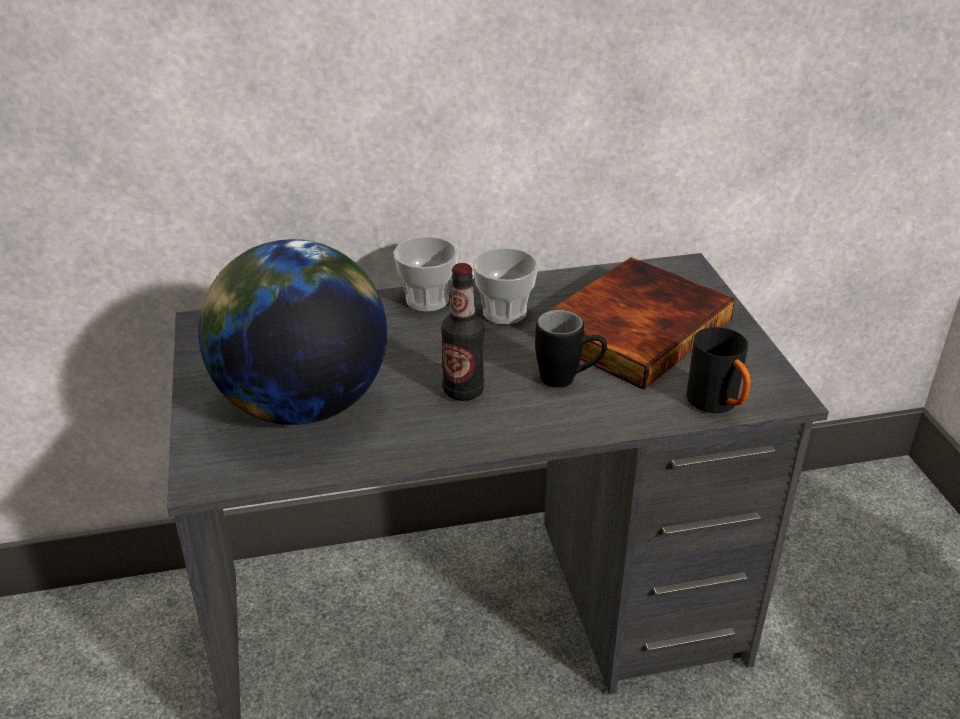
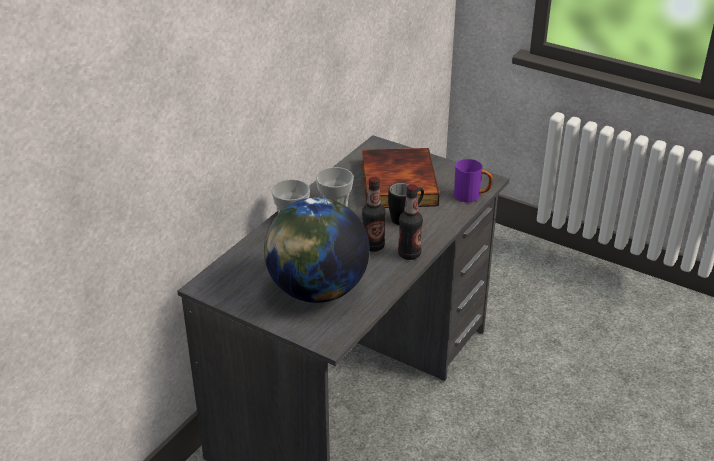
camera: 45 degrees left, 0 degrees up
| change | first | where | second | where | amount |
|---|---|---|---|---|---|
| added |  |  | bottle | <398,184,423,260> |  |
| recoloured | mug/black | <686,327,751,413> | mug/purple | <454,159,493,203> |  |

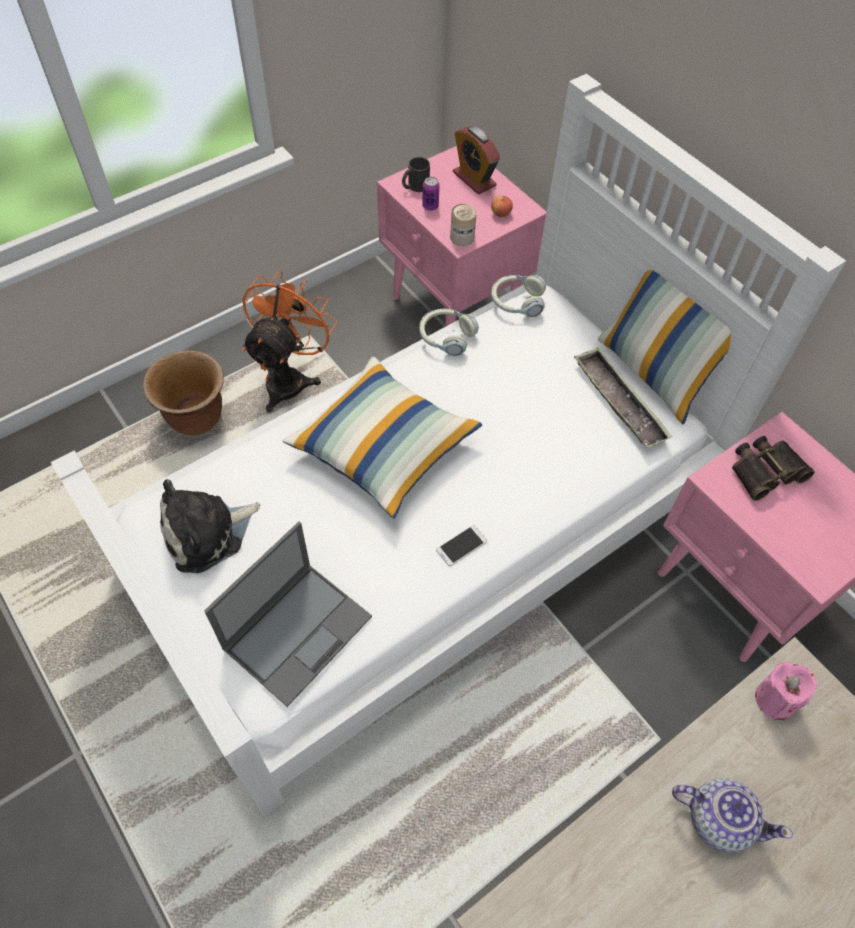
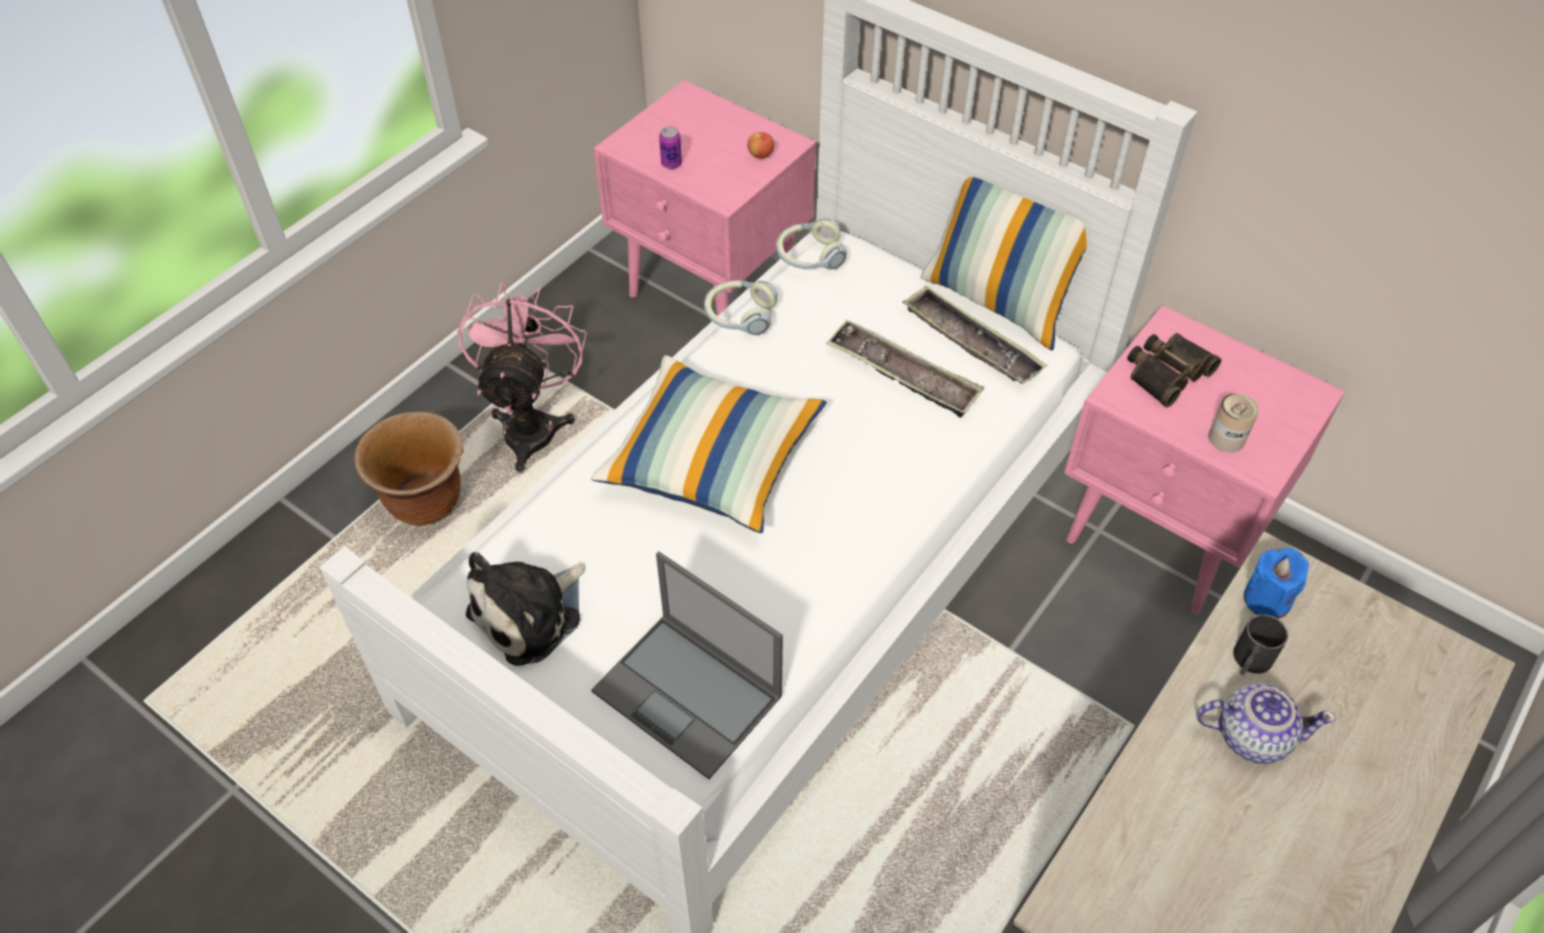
camera: 15 degrees left, 5 degrees down
| change | first | where | second | where | amount |
|---|---|---|---|---|---|
| recoloured | fan/orange | <242,270,337,413> | fan/pink | <457,282,587,472> |  |
| turned | laptop | <204,521,372,707> |  | <591,551,783,779> | 105 degrees clockwise |
| added |  |  | tray | <826,319,984,418> |  |
| moved | can | <450,204,477,246> |  | <1208,393,1259,453> |  |
| moved | mug/black | <402,157,430,192> |  | <1233,614,1288,675> |  |
| recoloured | candle/pink | <755,662,817,721> | candle/blue | <1244,548,1309,619> |  |
| removed | phone | <436,525,487,566> |  |  |  |
| removed | alarm clock | <453,126,500,195> |  |  |  |

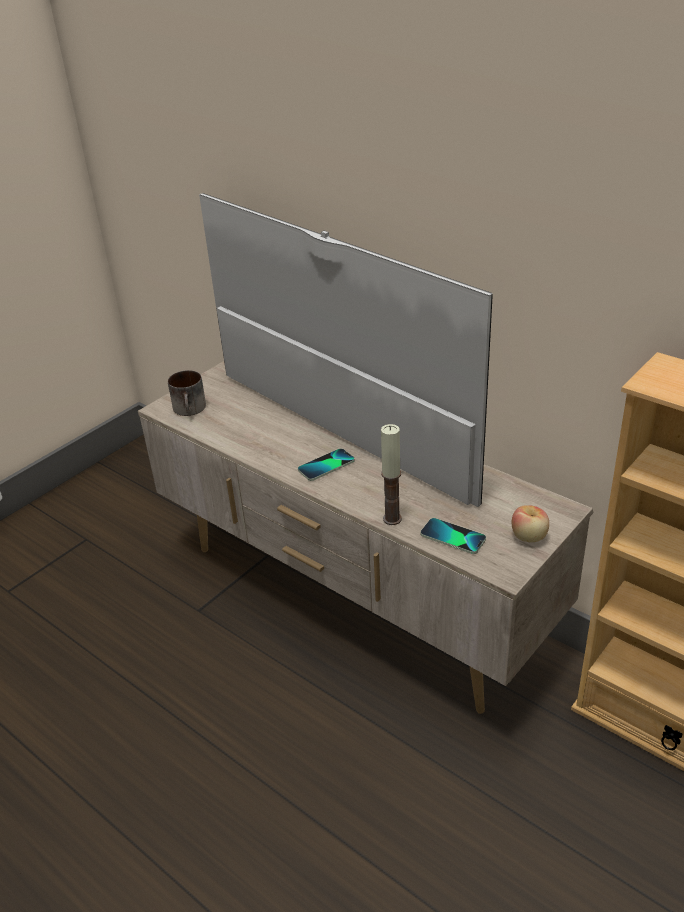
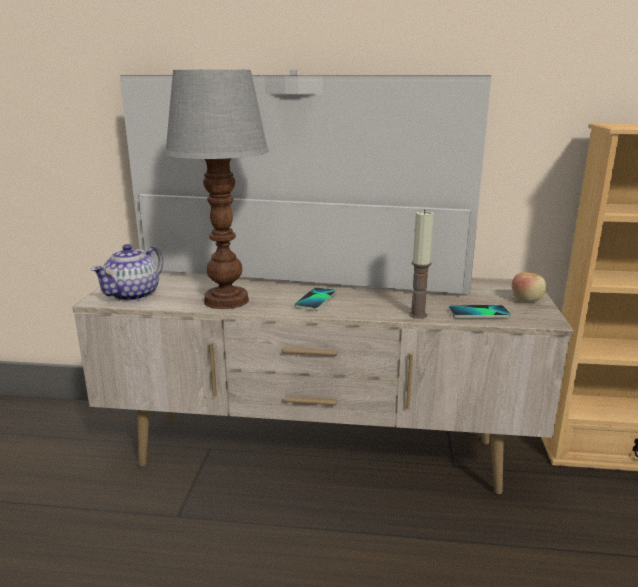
camera: 35 degrees left, 15 degrees down
| change | first | where | second | where | amount |
|---|---|---|---|---|---|
| replaced | mug | <168,370,206,416> | teapot | <91,244,164,302> |  |
| added |  |  | table lamp | <164,69,269,309> |  |

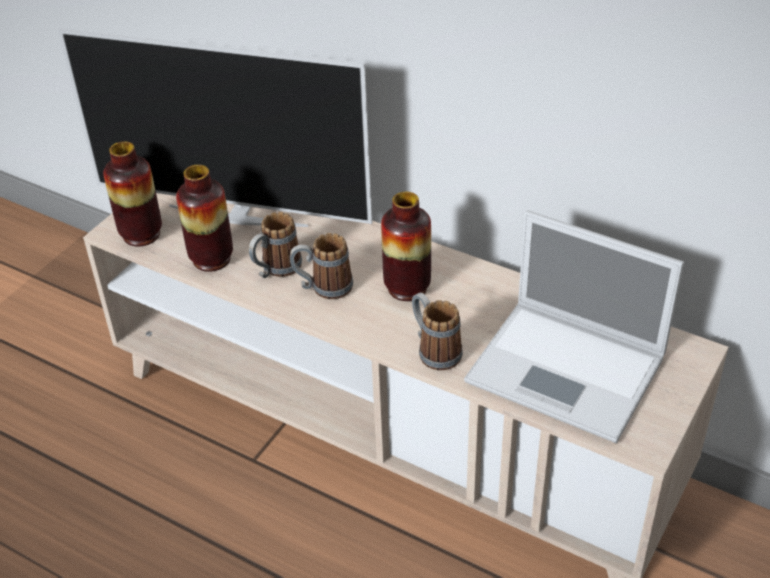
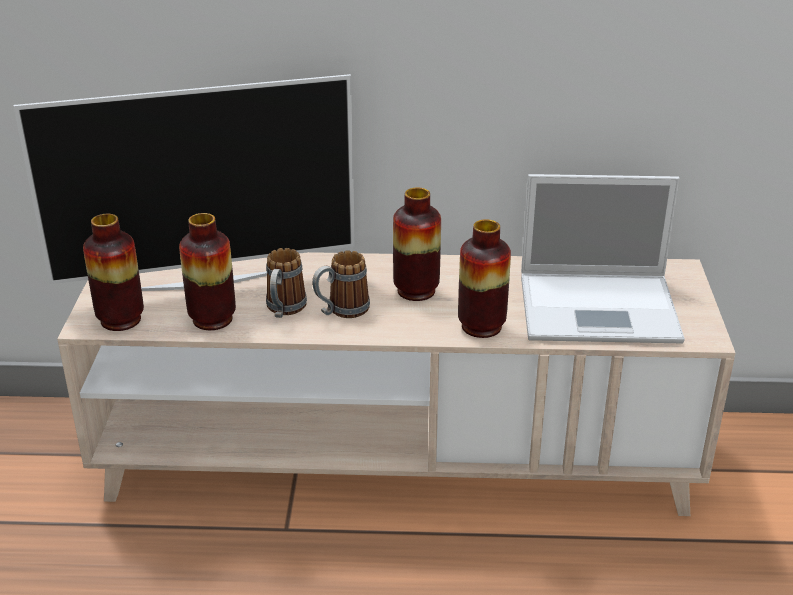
camera: 30 degrees left, 10 degrees down
| change | first | where | second | where | amount |
|---|---|---|---|---|---|
| replaced | mug | <412,292,463,370> | vase | <458,219,511,338> |  |

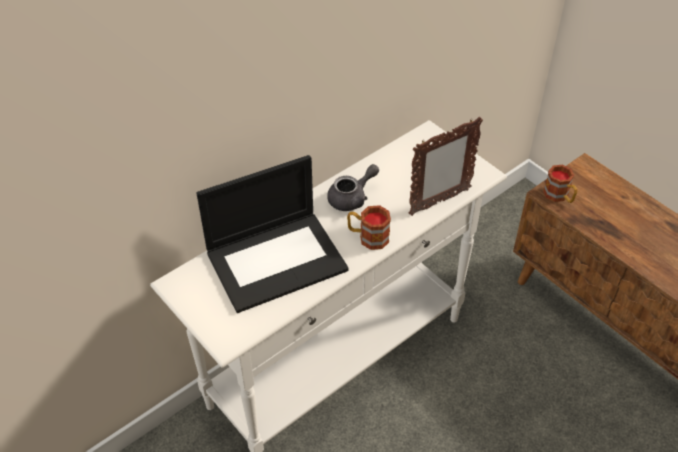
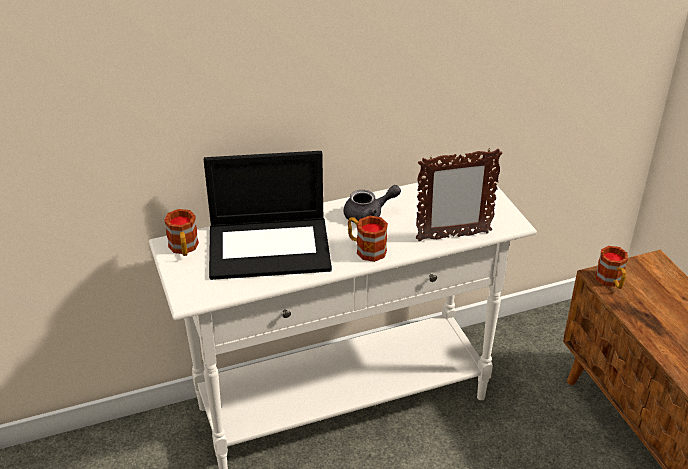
camera: 20 degrees right, 10 degrees down
| change | first | where | second | where | amount |
|---|---|---|---|---|---|
| added |  |  | mug | <164,209,199,256> |  |

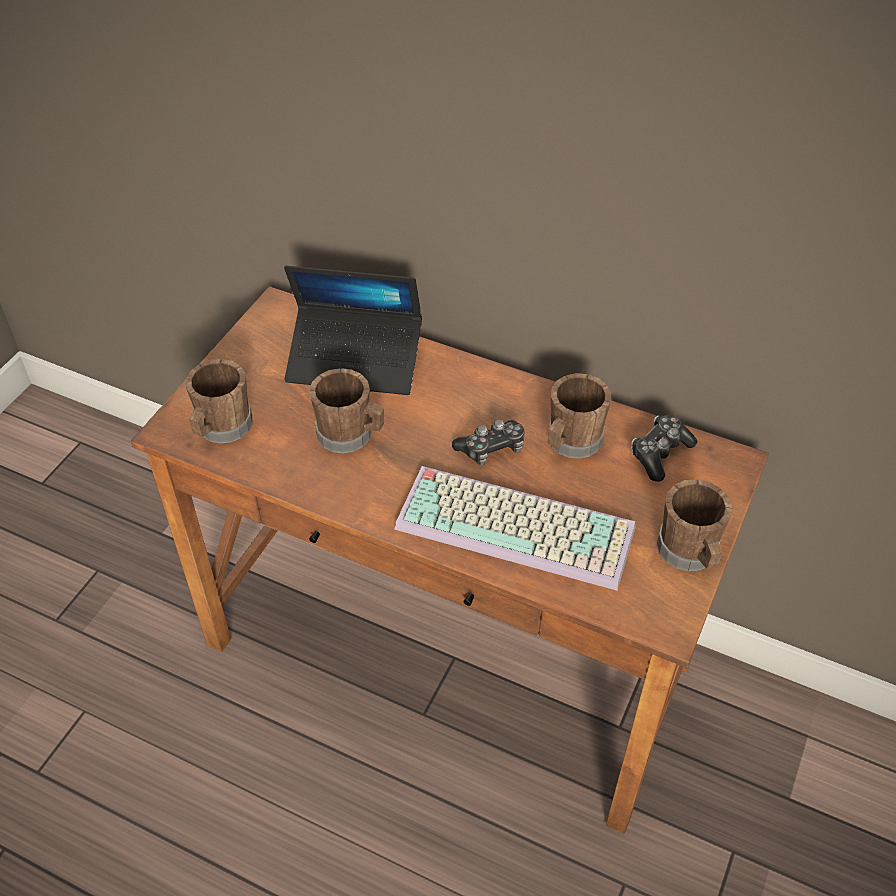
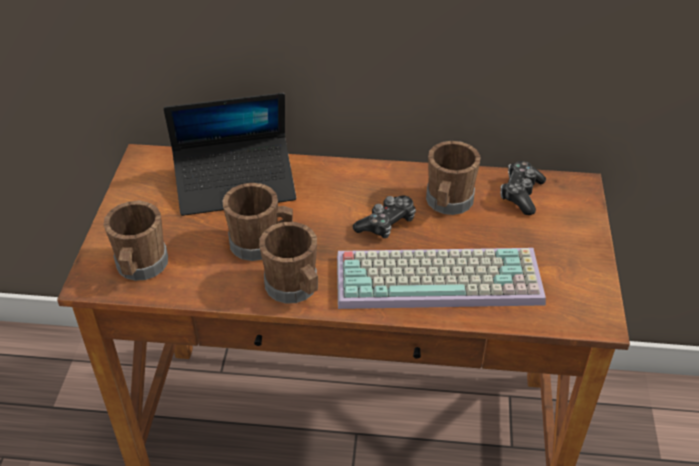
camera: 20 degrees left, 5 degrees down
| change | first | where | second | where | amount |
|---|---|---|---|---|---|
| moved | mug/brown | <657,479,732,571> |  | <259,222,318,303> |  |

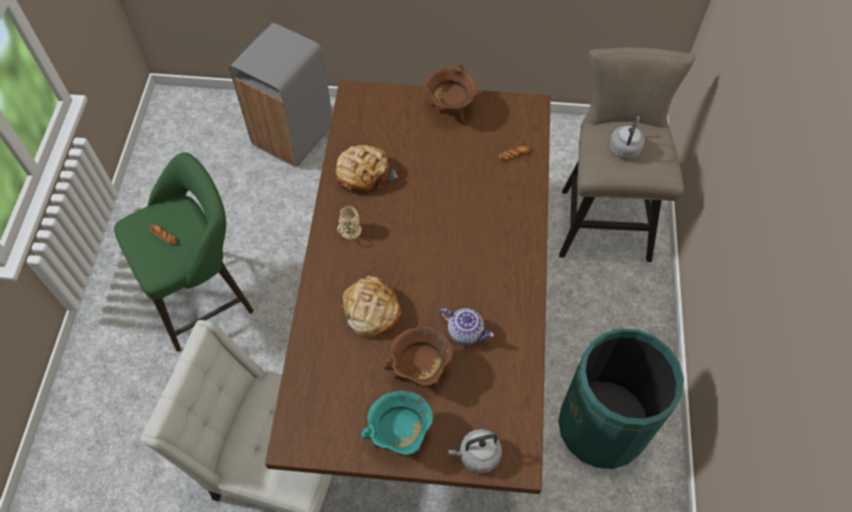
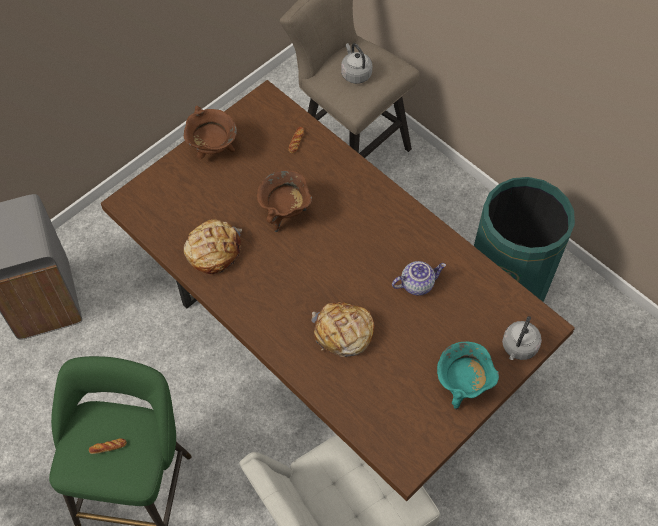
camera: 50 degrees left, 0 degrees up
| change | first | where | second | where | amount |
|---|---|---|---|---|---|
| moved | cooking pot/brown | <383,327,453,386> |  | <257,170,312,232> |  |
| removed | mug/beige | <337,206,362,239> |  |  |  |

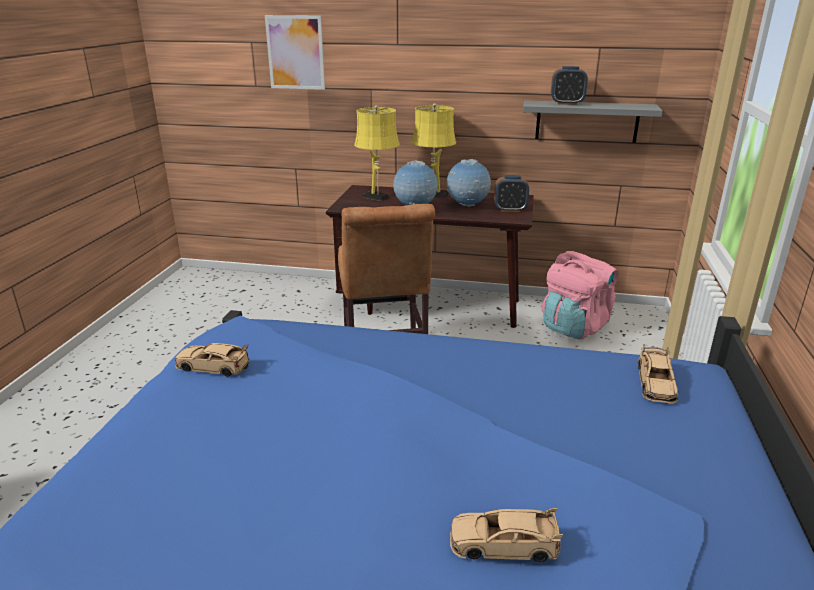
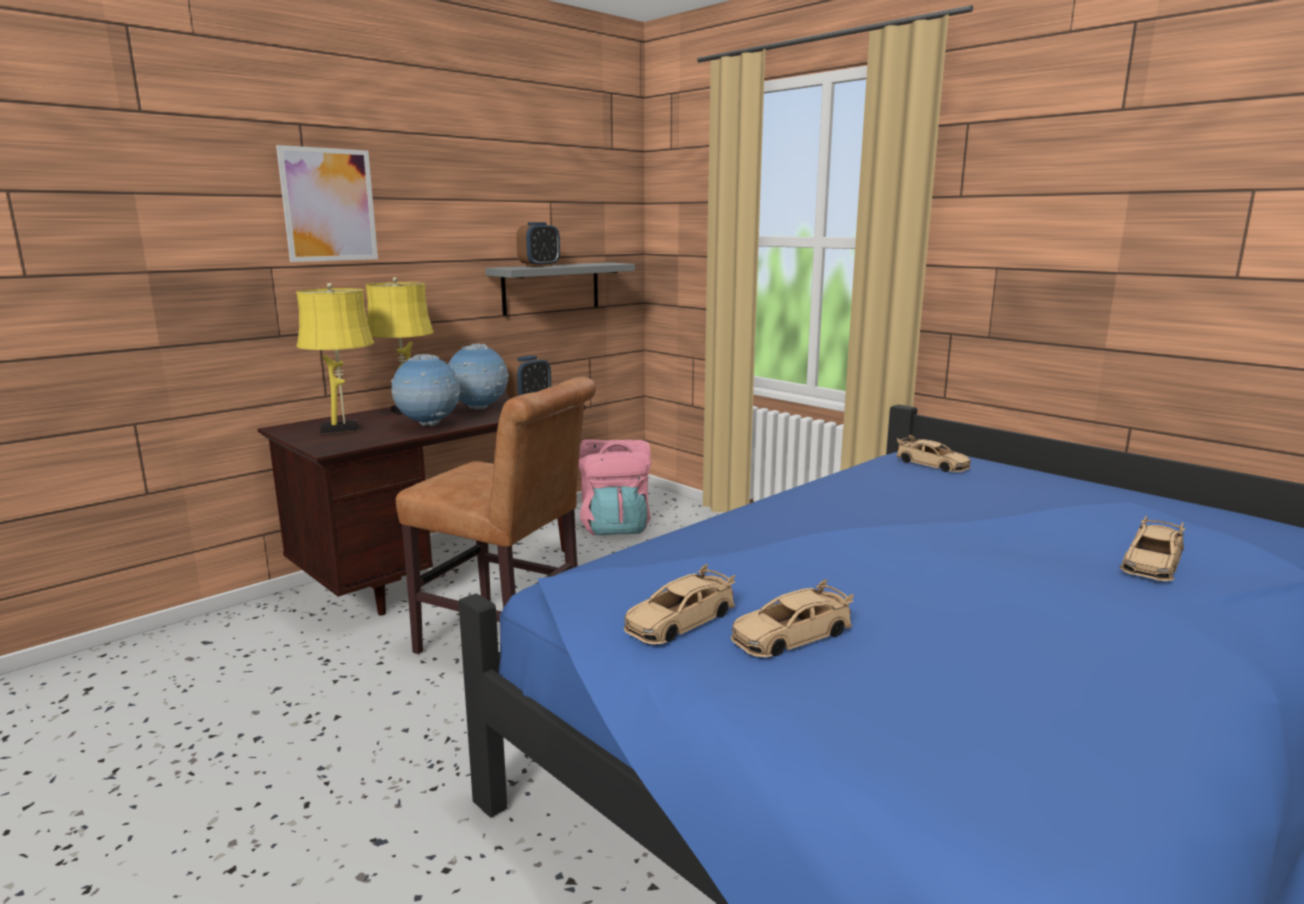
camera: 55 degrees left, 10 degrees down
| change | first | where | second | where | amount |
|---|---|---|---|---|---|
| moved | picture | <265,15,325,90> |  | <276,145,378,262> |  |
| added |  |  | toy car/beige | <730,579,854,657> |  |

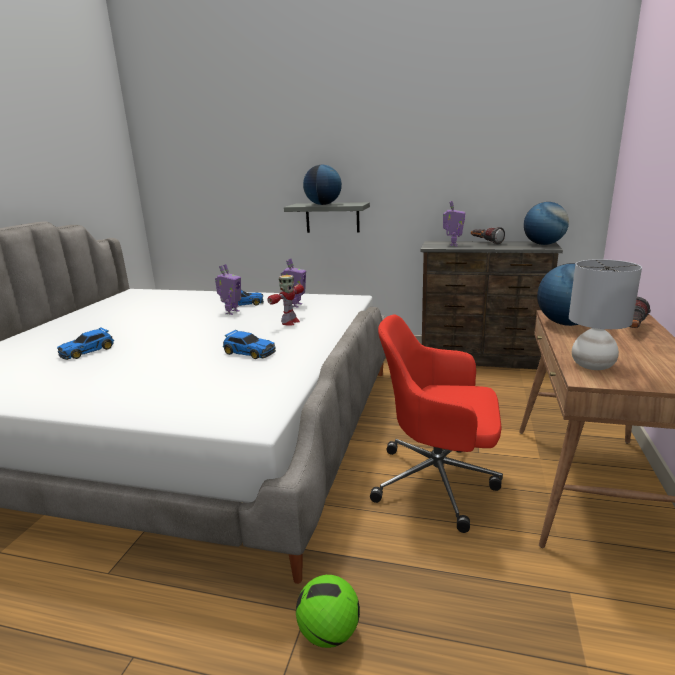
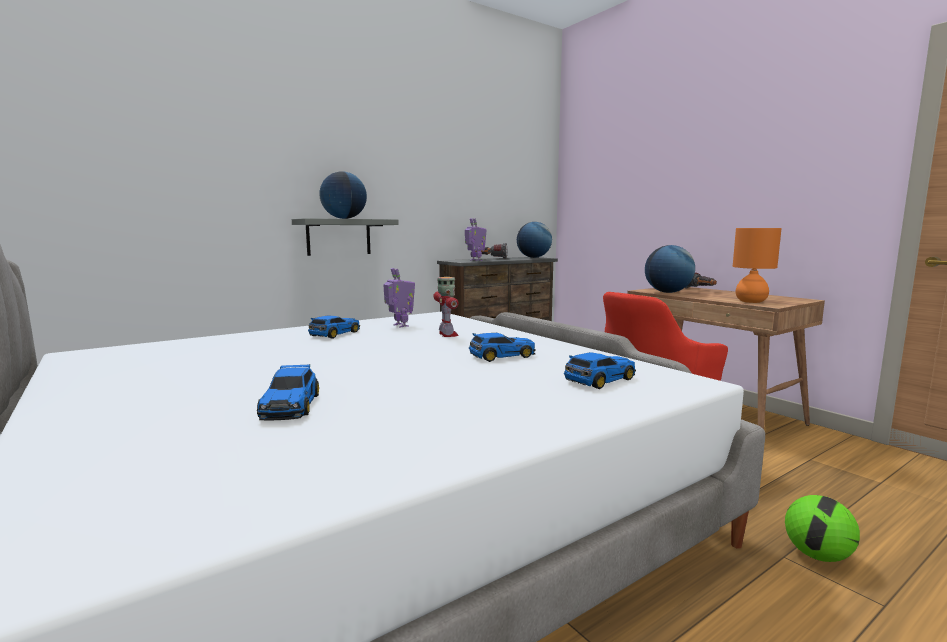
camera: 50 degrees left, 10 degrees down
| change | first | where | second | where | amount |
|---|---|---|---|---|---|
| added |  |  | toy car | <564,352,636,389> |  |
| recoloured | table lamp/grey | <569,259,642,370> | table lamp/orange | <733,228,782,303> |  |
| removed | toy robot | <215,264,241,315> |  |  |  |

